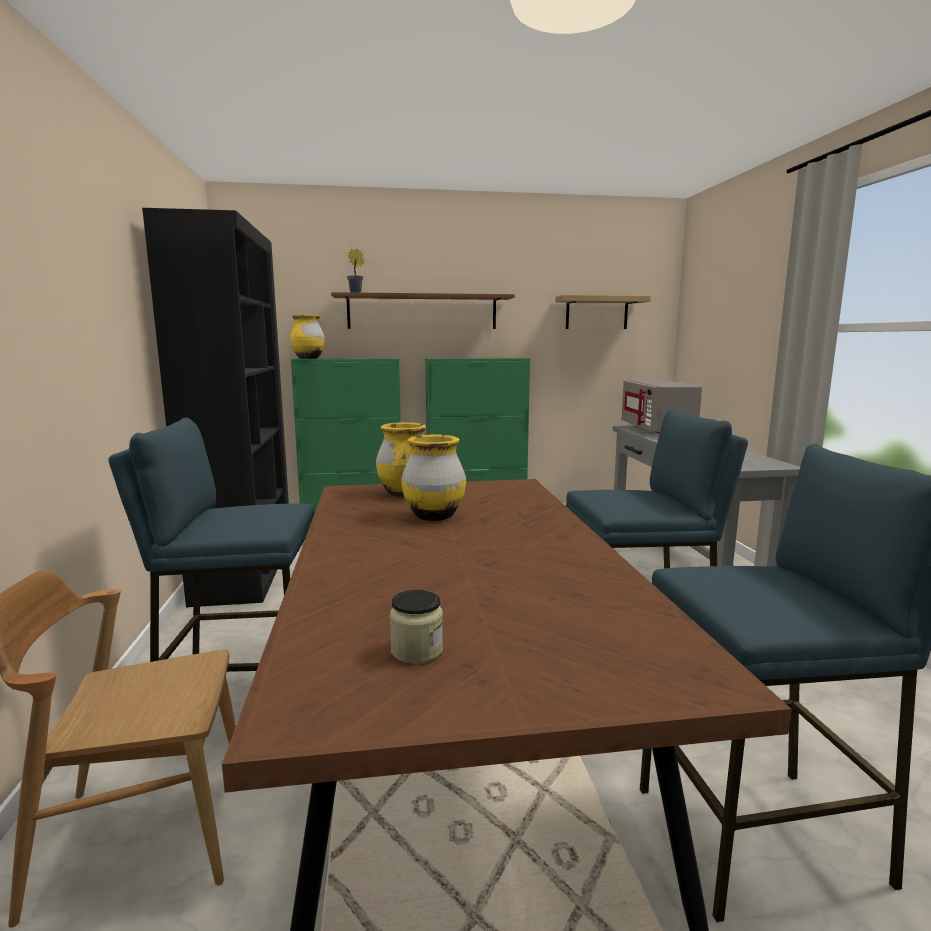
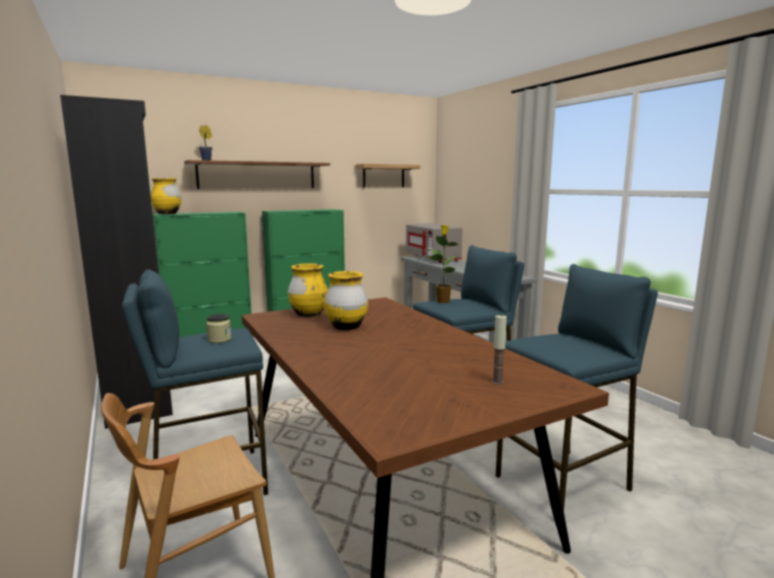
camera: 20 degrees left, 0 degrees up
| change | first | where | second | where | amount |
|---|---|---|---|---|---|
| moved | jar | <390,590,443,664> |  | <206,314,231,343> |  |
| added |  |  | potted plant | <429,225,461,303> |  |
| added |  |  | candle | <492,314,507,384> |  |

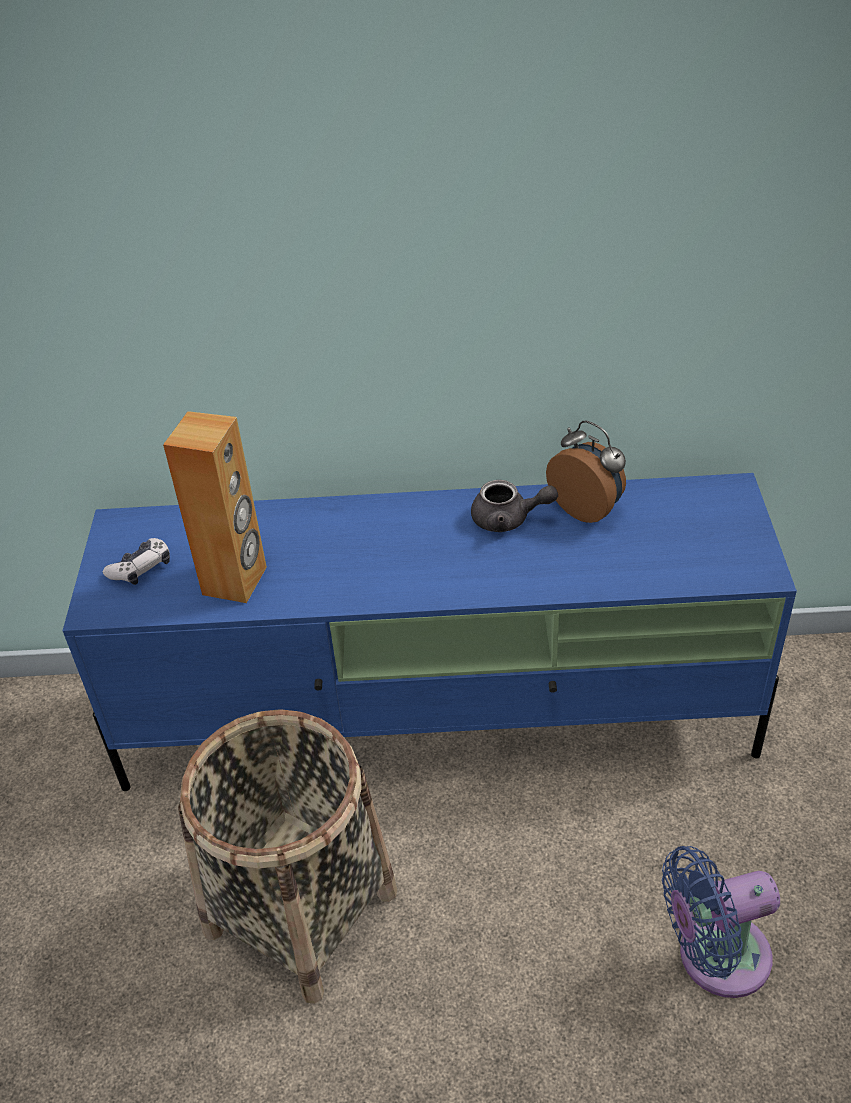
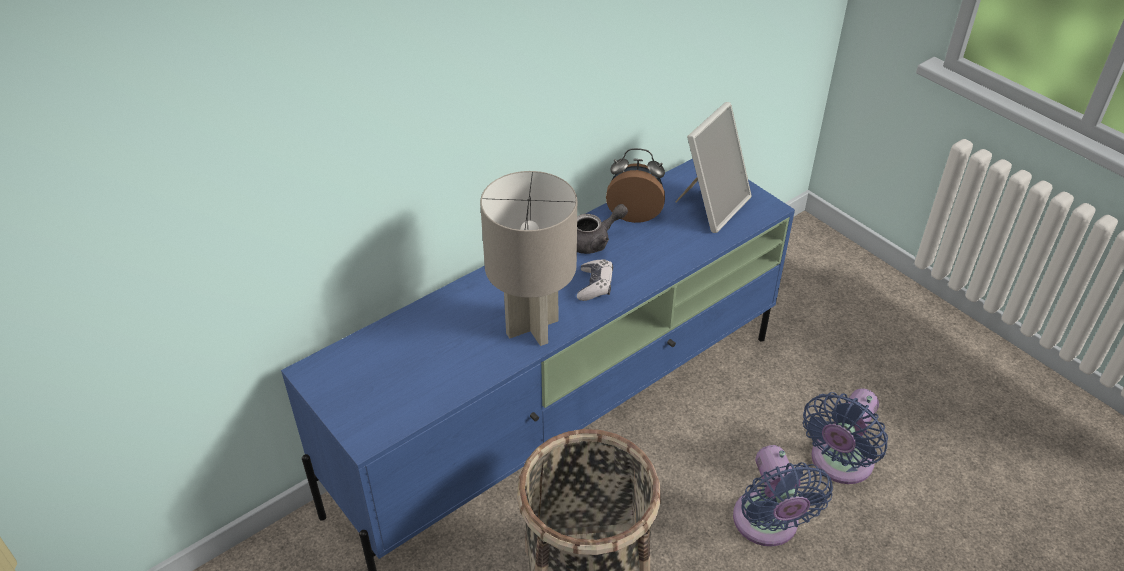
camera: 40 degrees left, 0 degrees up
| change | first | where | second | where | amount |
|---|---|---|---|---|---|
| added |  |  | table lamp/grey | <480,171,577,346> |  |
| moved | game controller | <103,538,170,585> |  | <577,259,613,301> |  |
| added |  |  | picture frame | <675,102,751,233> |  |
| added |  |  | fan/blue | <733,445,833,546> |  |
| removed | speaker/brown | <163,411,267,603> |  |  |  |

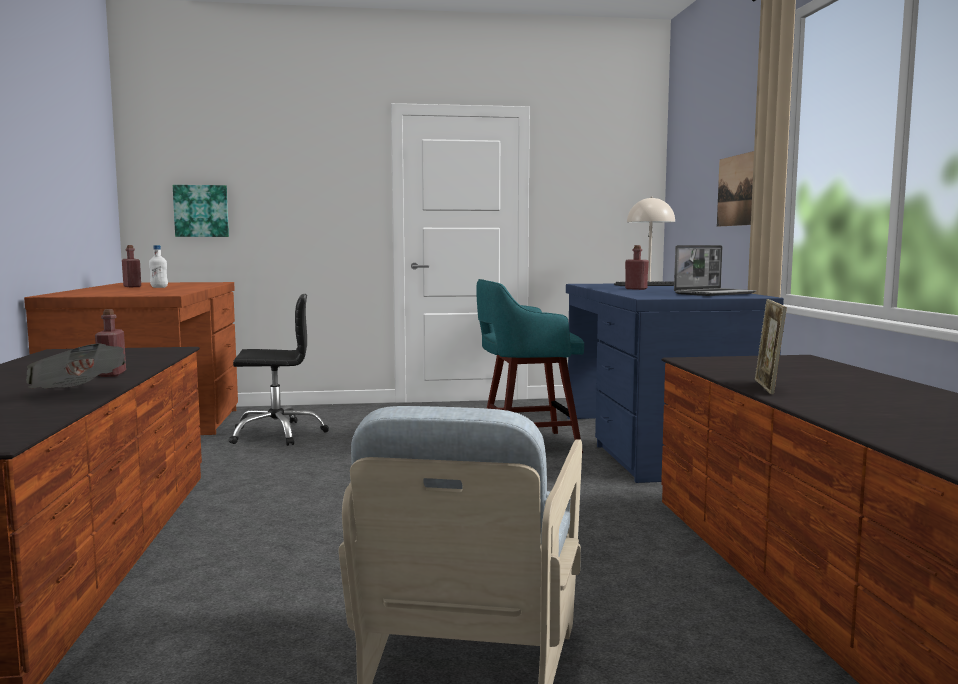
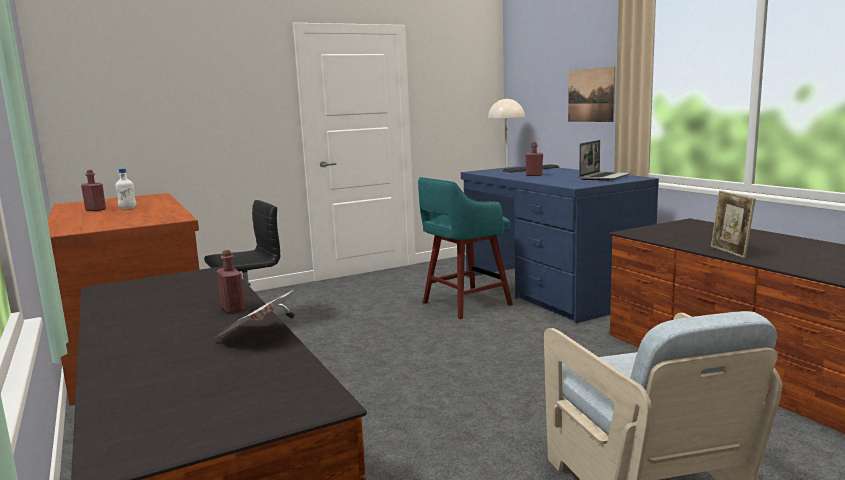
camera: 20 degrees left, 5 degrees up
| change | first | where | second | where | amount |
|---|---|---|---|---|---|
| removed | picture | <173,185,229,237> |  |  |  |

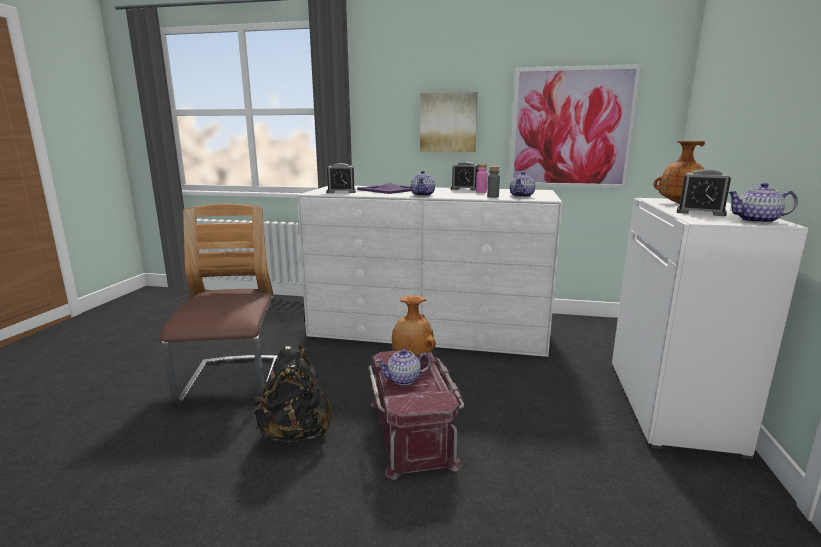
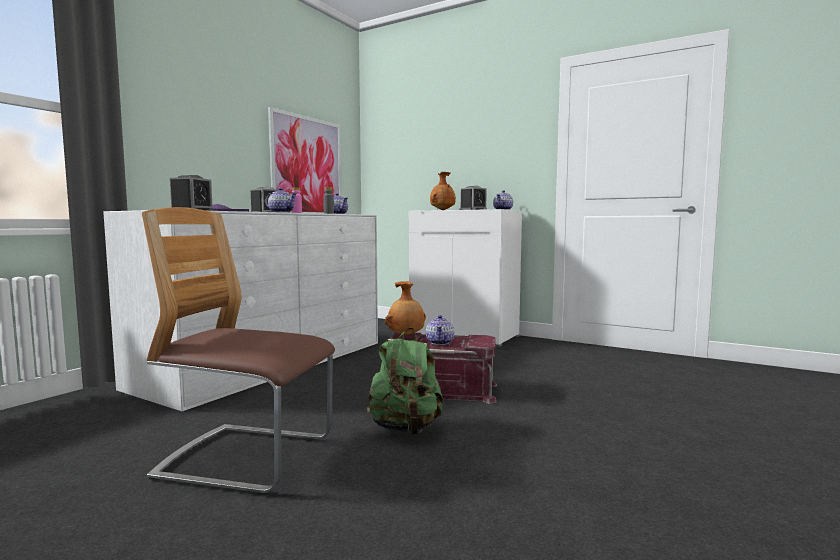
camera: 70 degrees left, 10 degrees down
| change | first | where | second | where | amount |
|---|---|---|---|---|---|
| recoloured | backpack/black | <254,345,332,442> | backpack/green | <367,327,444,435> |  |
| removed | picture | <420,92,478,152> |  |  |  |

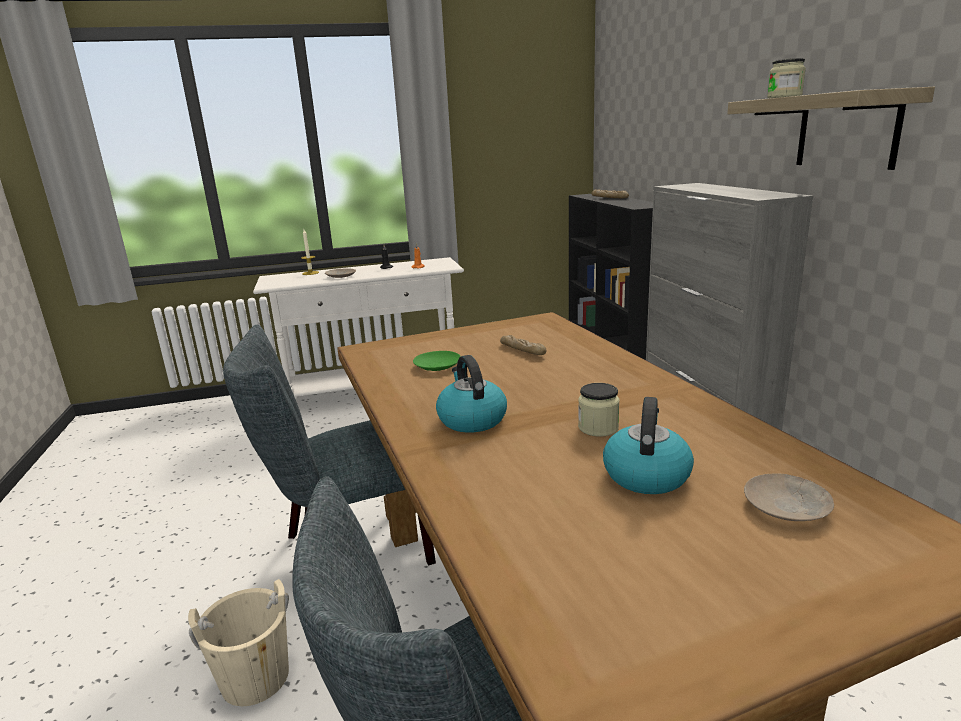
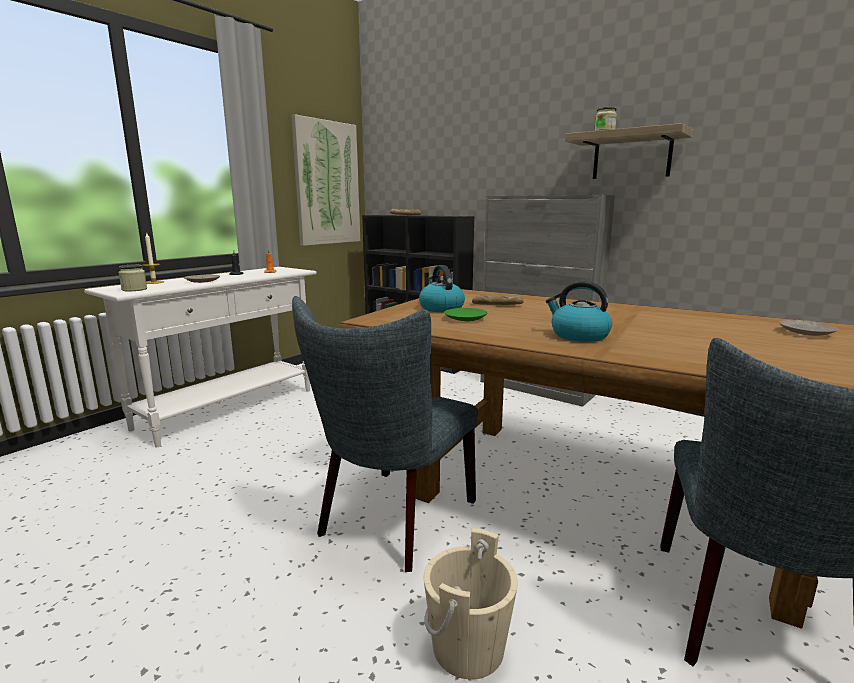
camera: 40 degrees left, 5 degrees down
| change | first | where | second | where | amount |
|---|---|---|---|---|---|
| moved | jar | <578,383,620,437> |  | <119,264,147,291> |  |
| added |  |  | picture | <291,114,360,246> |  |
| moved | kettle | <603,397,694,494> |  | <419,265,465,312> |  |

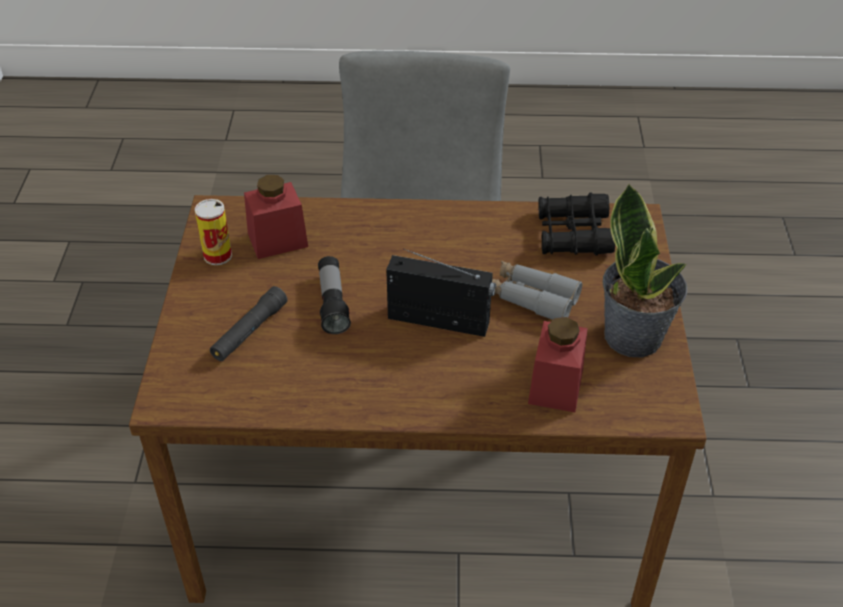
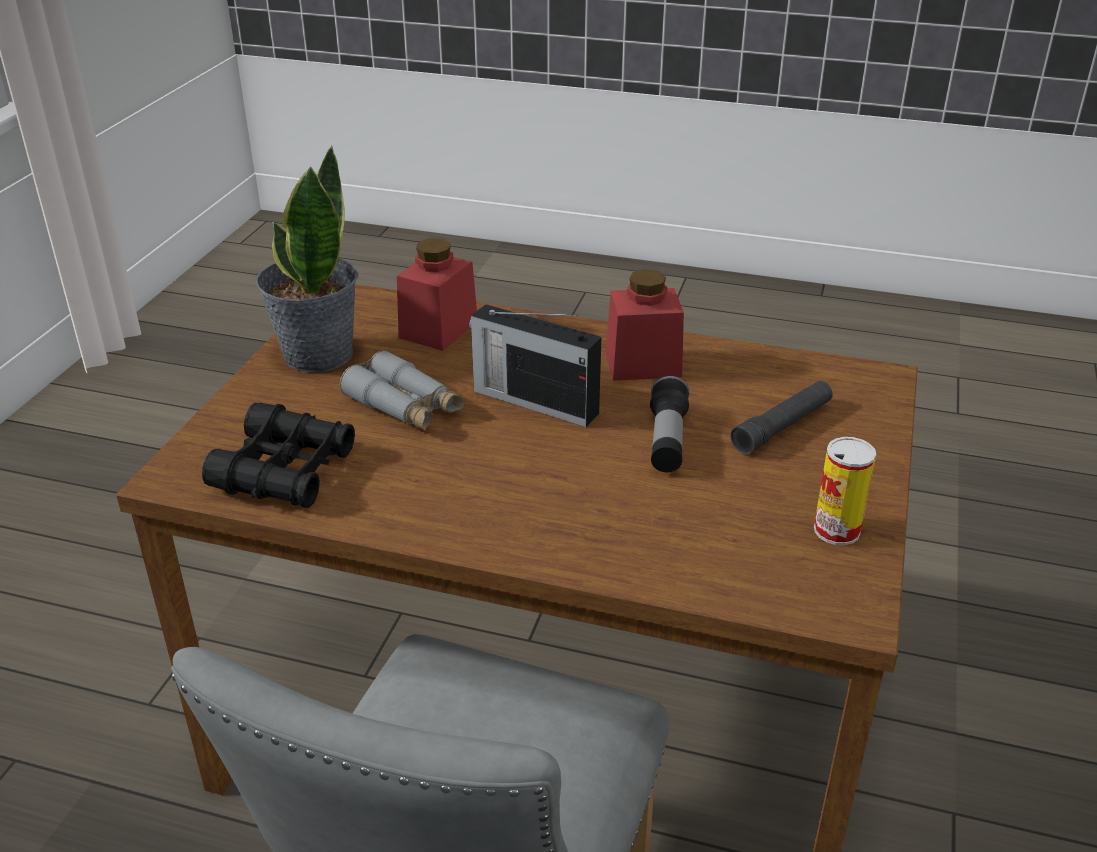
camera: 165 degrees left, 10 degrees down
| change | first | where | second | where | amount |
|---|---|---|---|---|---|
| moved | jar/red | <244,175,308,259> |  | <606,269,684,381> |  |

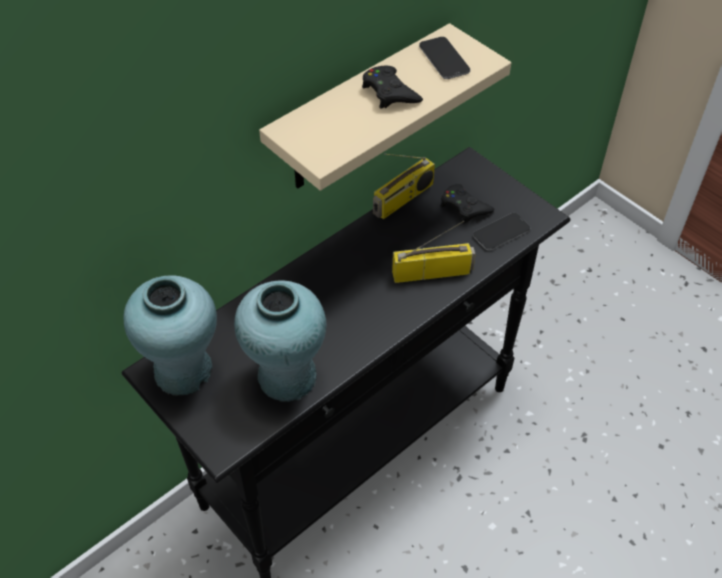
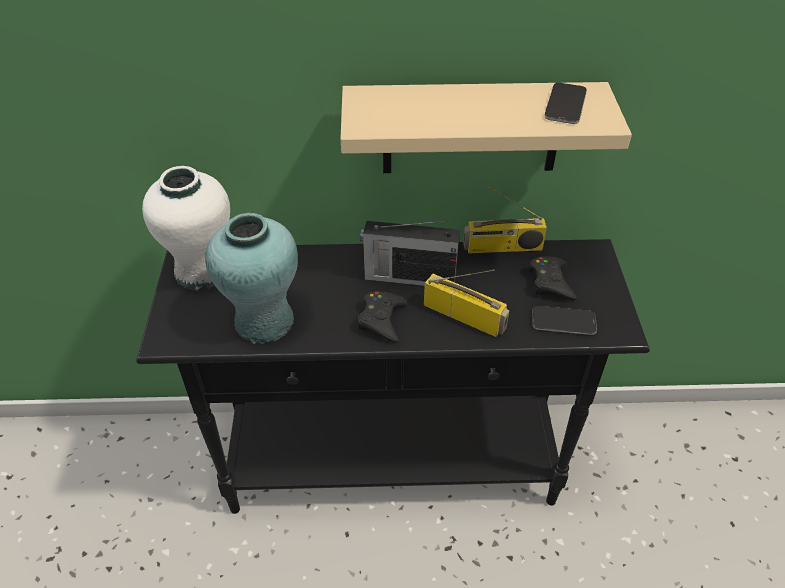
camera: 40 degrees right, 5 degrees down
| change | first | where | second | where | amount |
|---|---|---|---|---|---|
| recoloured | vase/turquoise | <124,275,217,396> | vase/white | <142,166,230,291> |  |
| moved | game controller/black | <362,66,423,109> |  | <358,291,408,342> |  |
| added |  |  | radio | <360,221,460,286> |  |

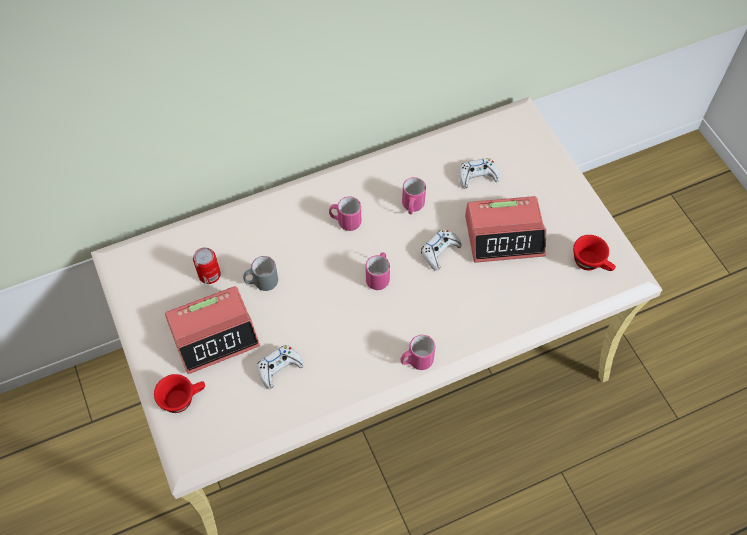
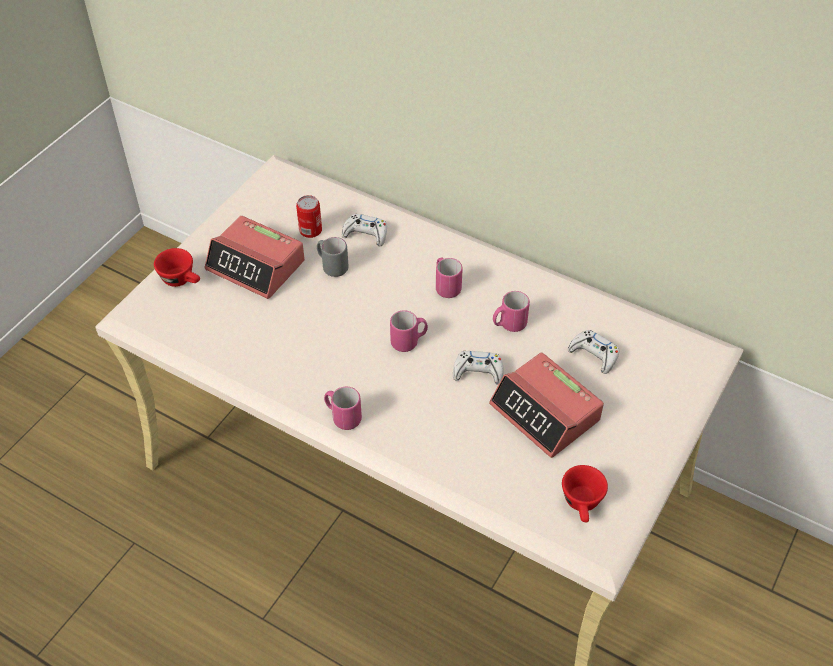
camera: 55 degrees right, 10 degrees down
| change | first | where | second | where | amount |
|---|---|---|---|---|---|
| moved | game controller/white | <257,345,304,389> |  | <342,214,387,246> |  |

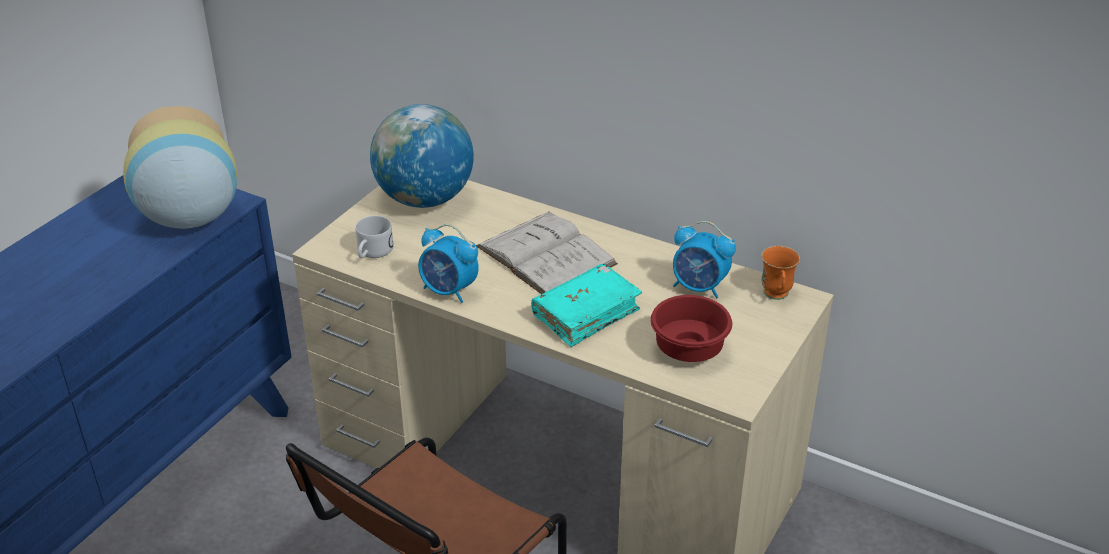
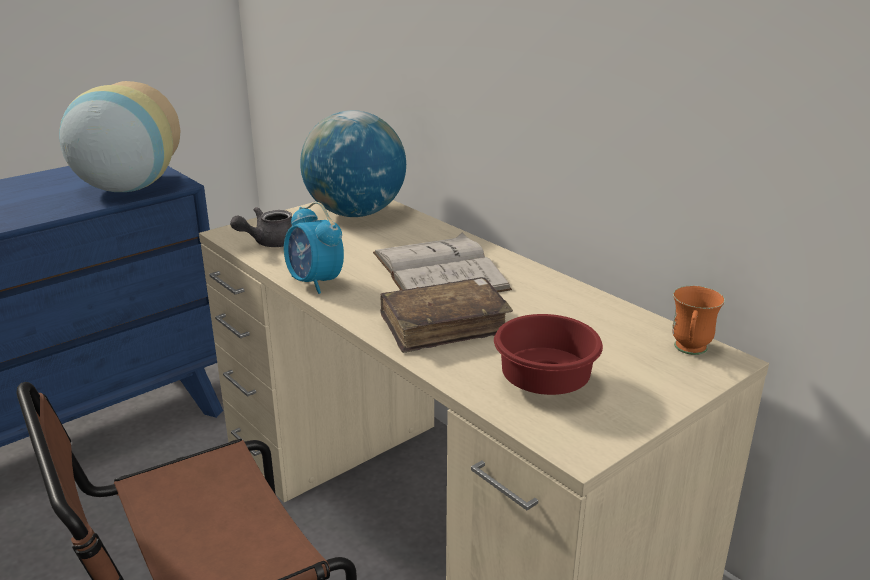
camera: 20 degrees right, 10 degrees down
| change | first | where | second | where | amount |
|---|---|---|---|---|---|
| replaced | mug/white | <355,216,394,258> | teapot/grey | <230,207,292,247> |  |
| recoloured | book/turquoise | <531,264,642,347> | book/brown | <380,277,513,353> |  |
| removed | alarm clock | <673,221,736,299> |  |  |  |

